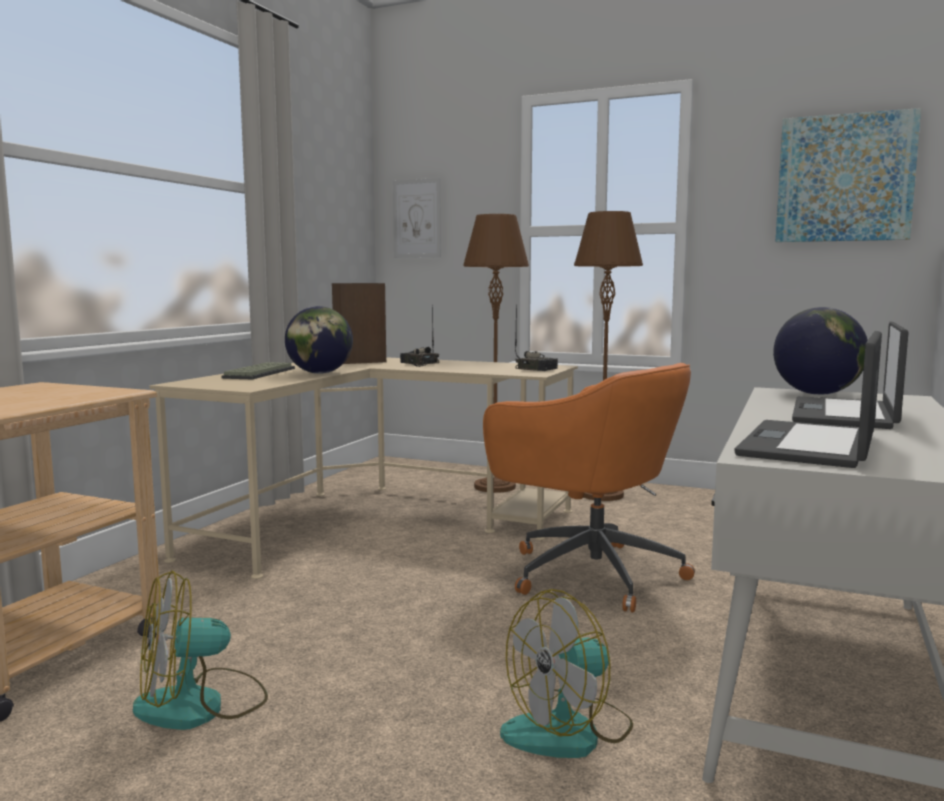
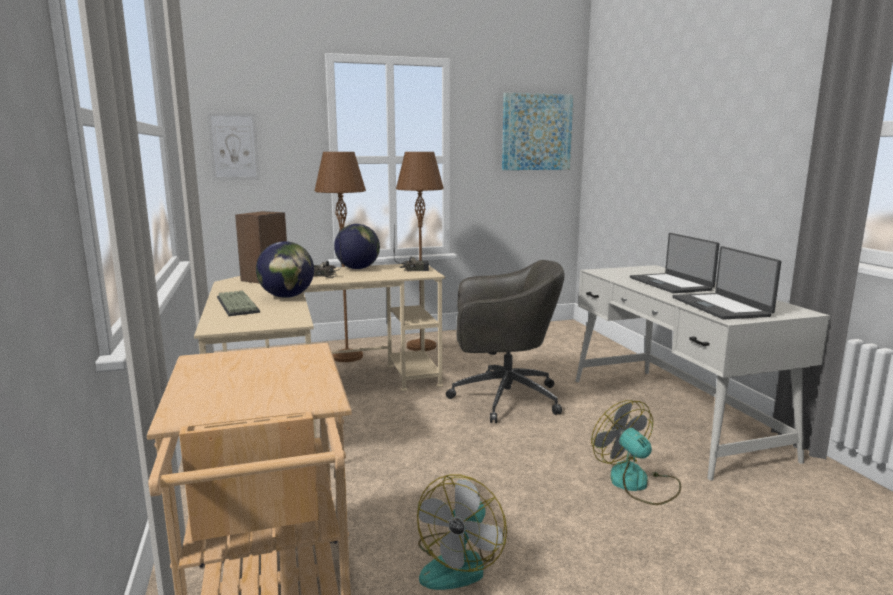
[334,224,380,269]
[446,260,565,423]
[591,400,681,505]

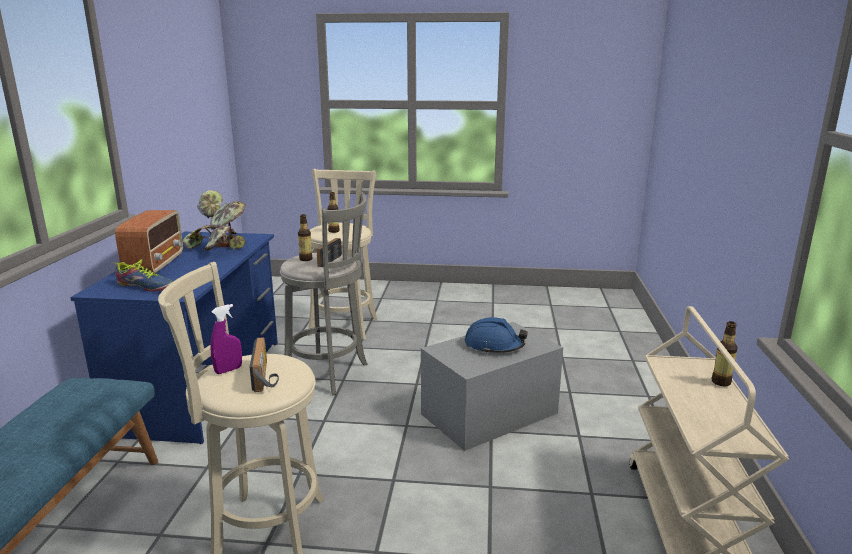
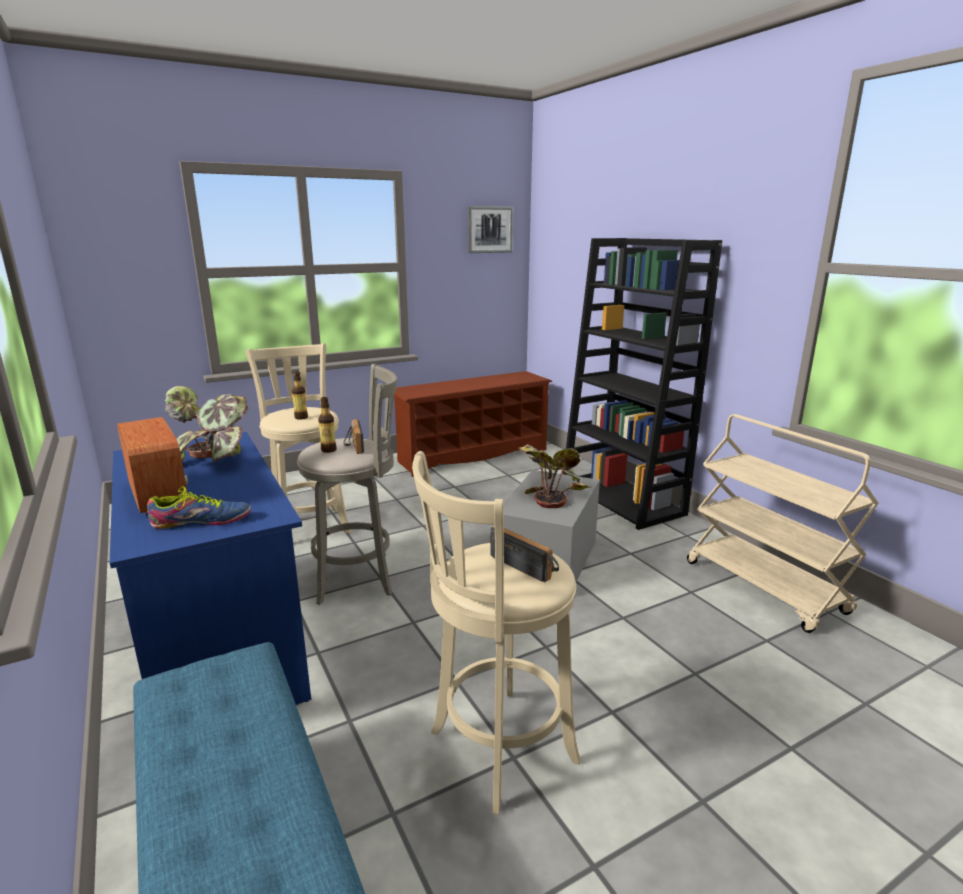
[394,371,552,477]
[467,206,513,253]
[518,444,592,508]
[563,238,722,530]
[210,304,242,374] (first image)
[712,321,738,386] (first image)

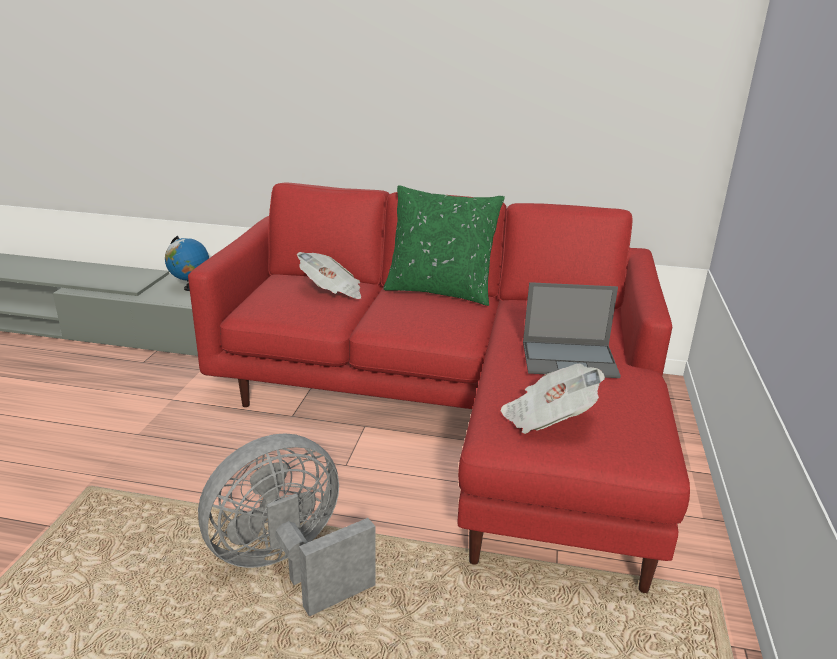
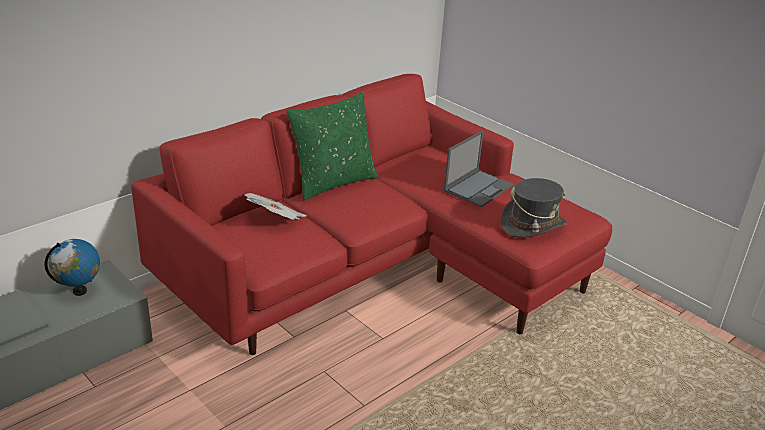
[500,178,567,238]
[198,433,376,616] (first image)

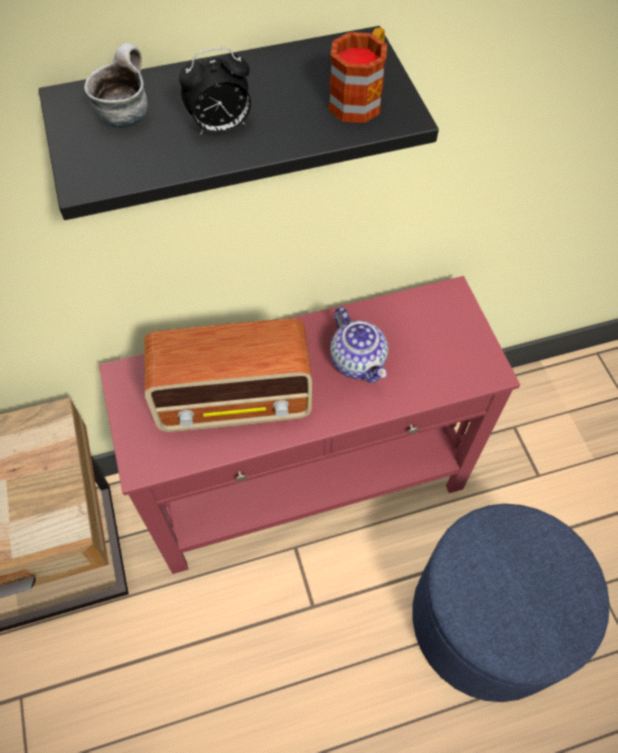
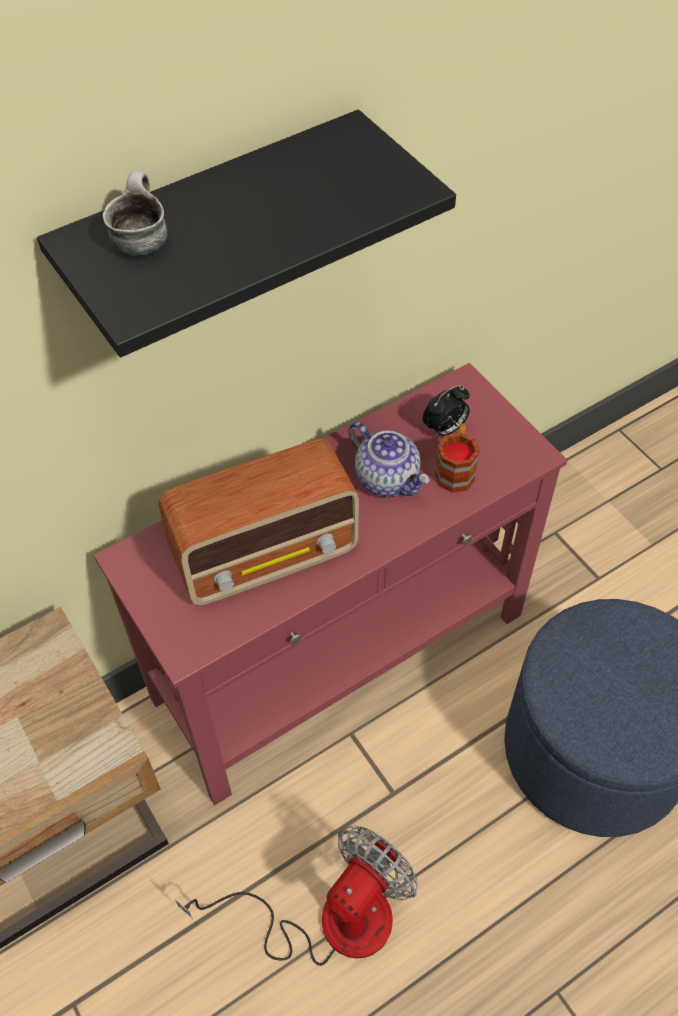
[175,825,417,966]
[423,385,470,438]
[435,424,480,493]

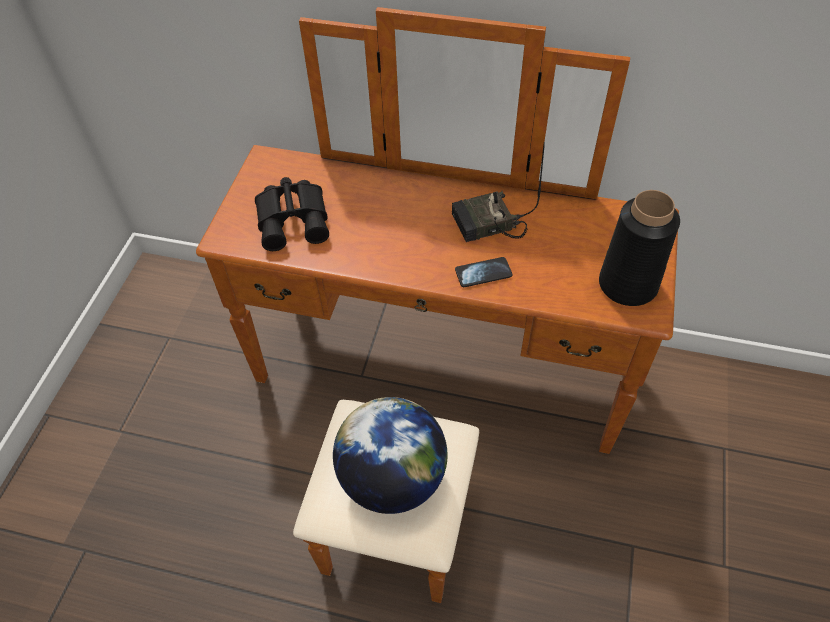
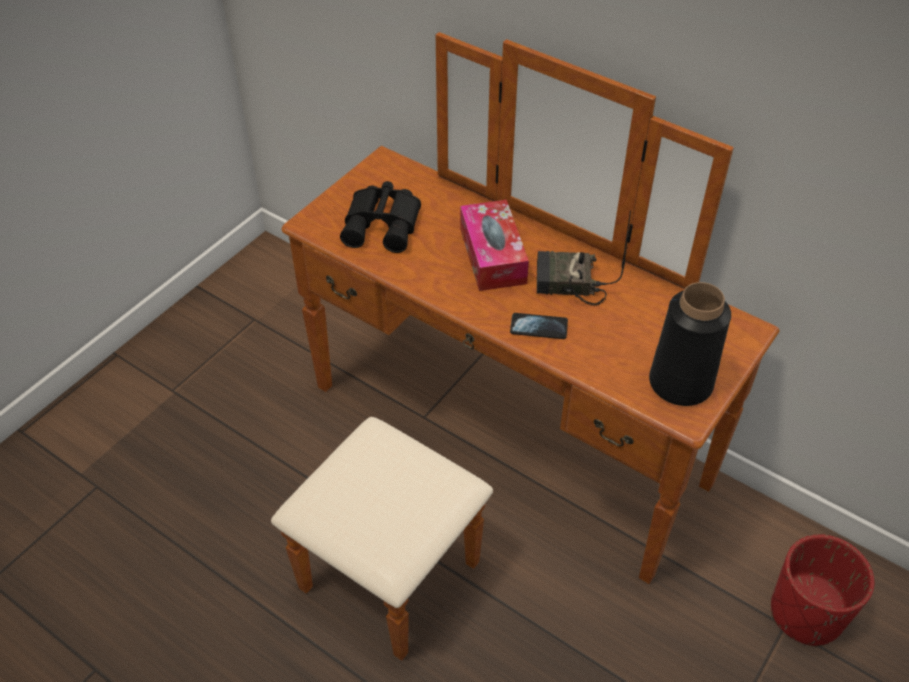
[460,200,529,291]
[771,534,874,646]
[333,397,447,514] (first image)

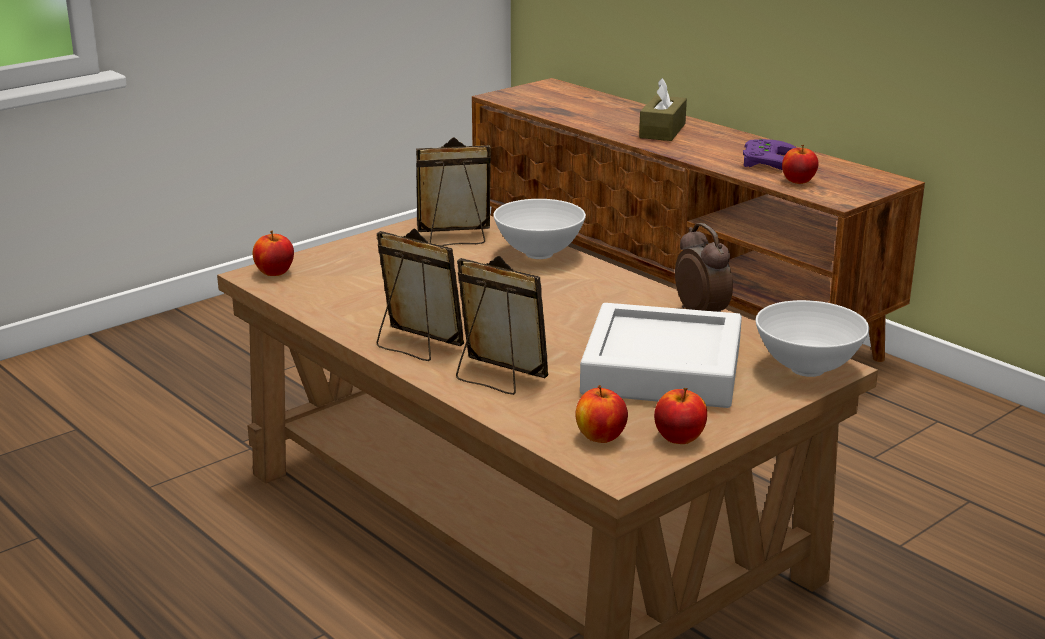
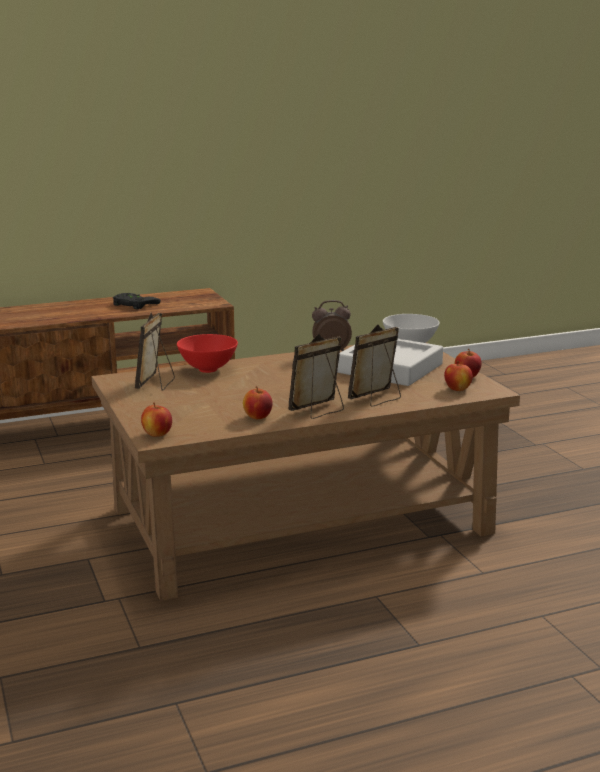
[113,293,161,310]
[177,334,238,373]
[243,386,273,419]
[639,78,687,141] (first image)

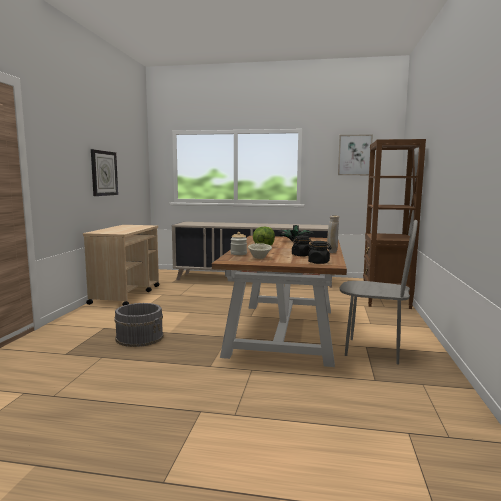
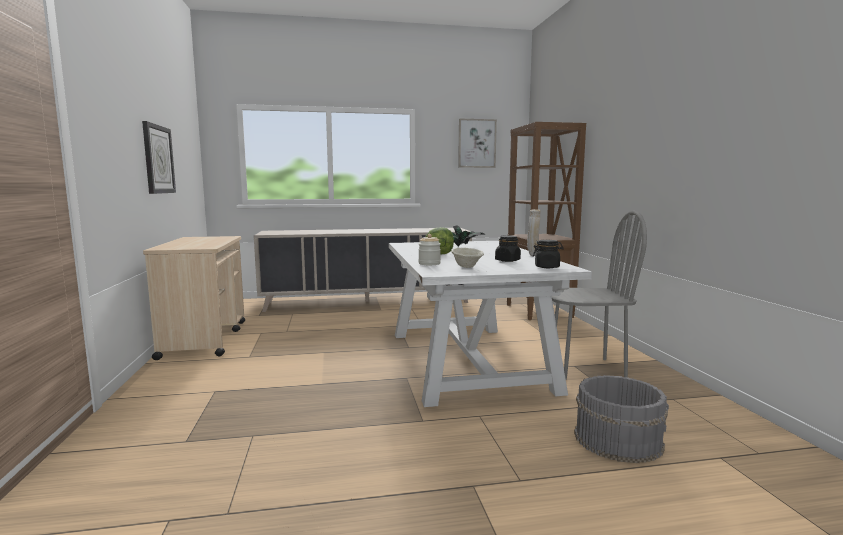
[389,241,592,407]
[574,375,669,463]

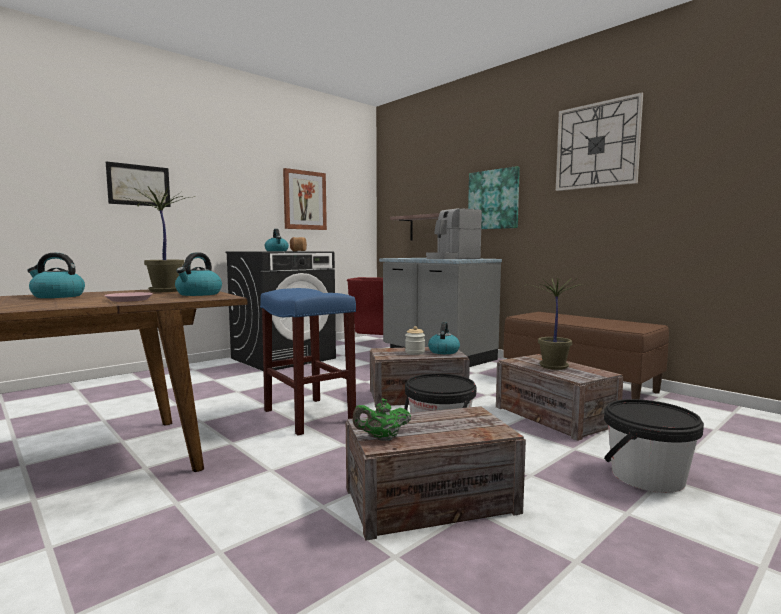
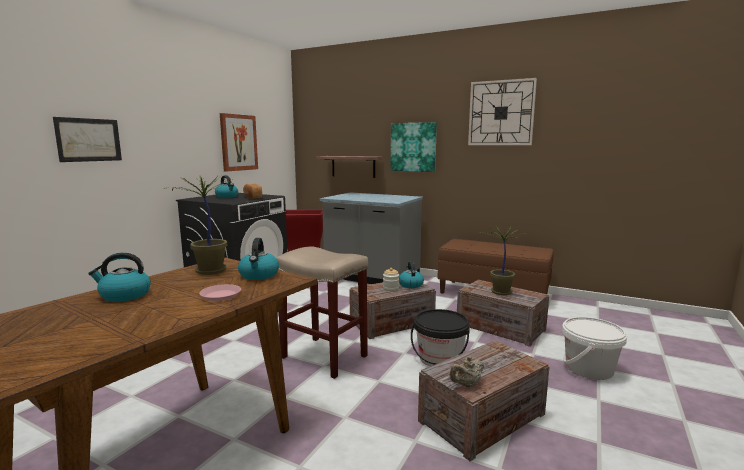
[276,247,368,379]
[449,356,484,387]
[562,317,627,380]
[426,208,482,259] (first image)

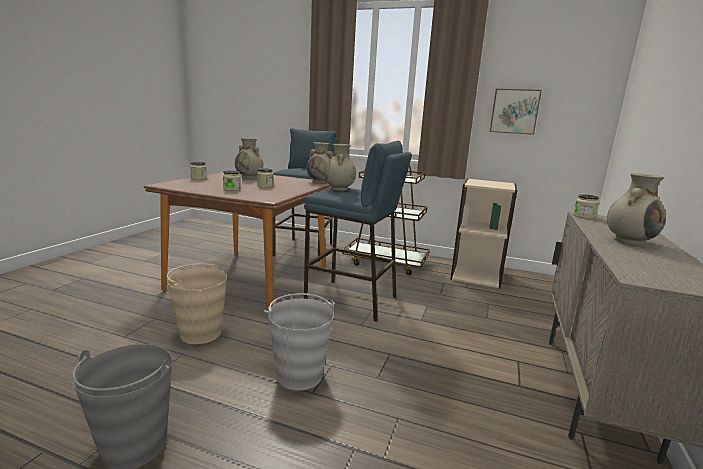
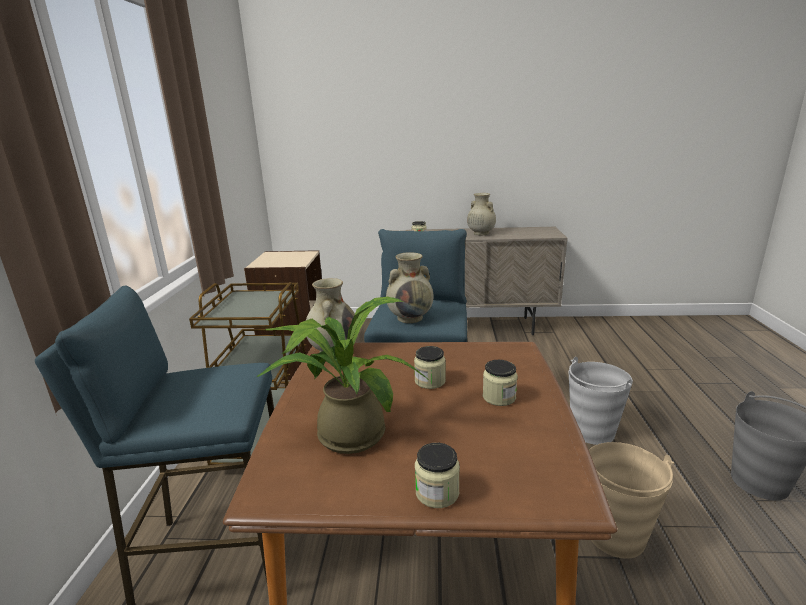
[256,297,430,454]
[490,89,542,135] (first image)

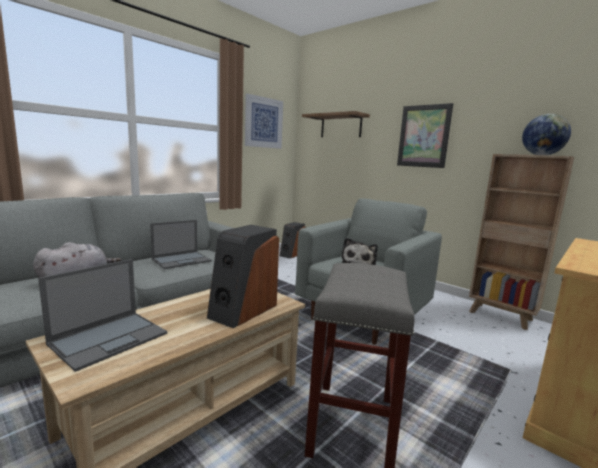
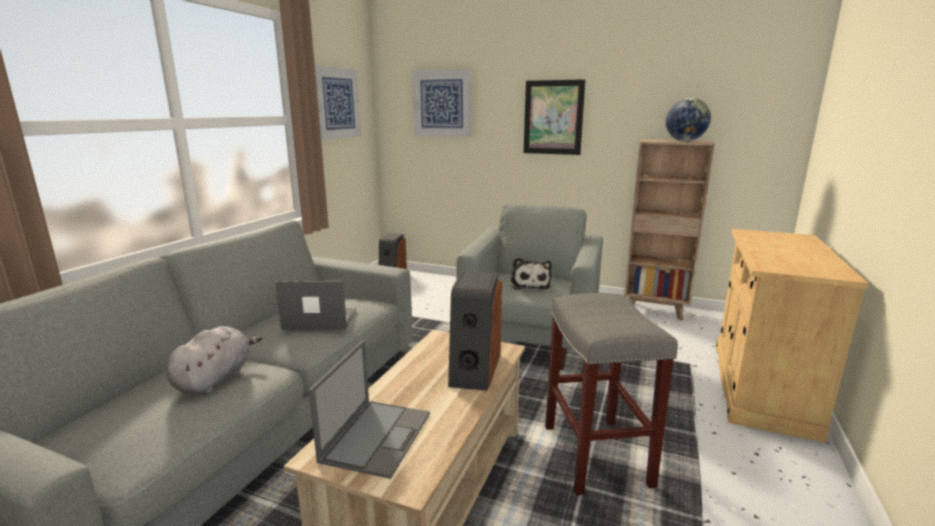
[275,281,356,330]
[412,69,472,137]

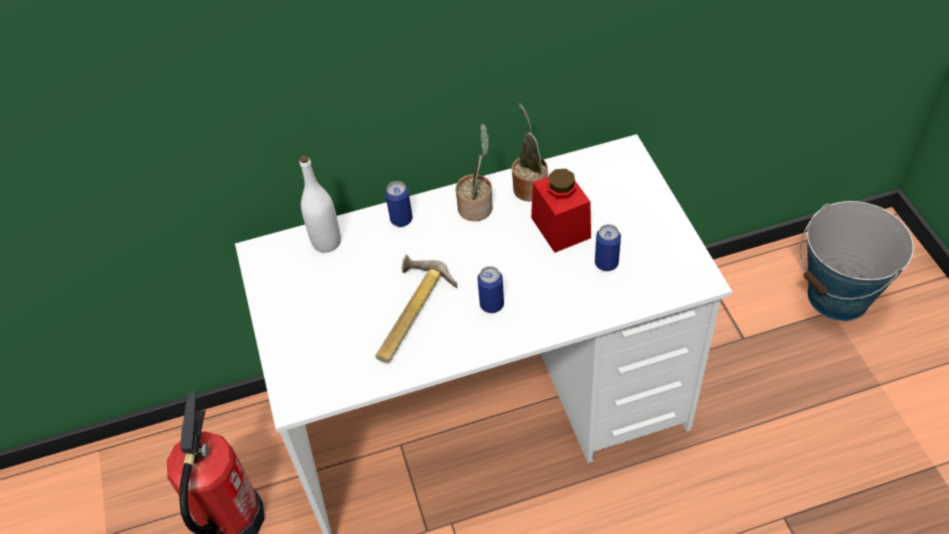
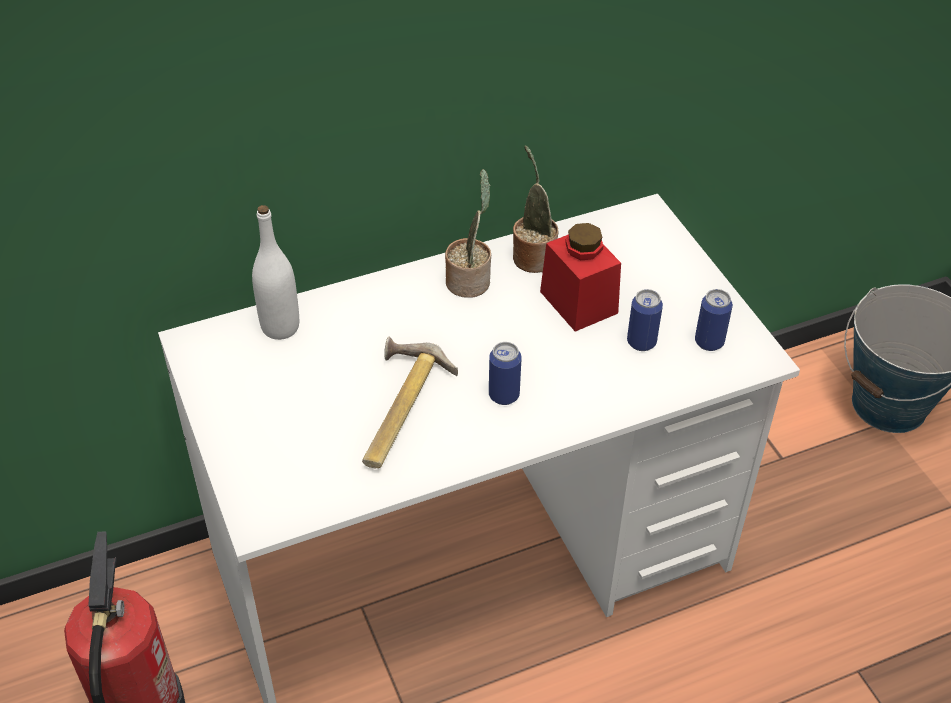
[695,289,733,351]

